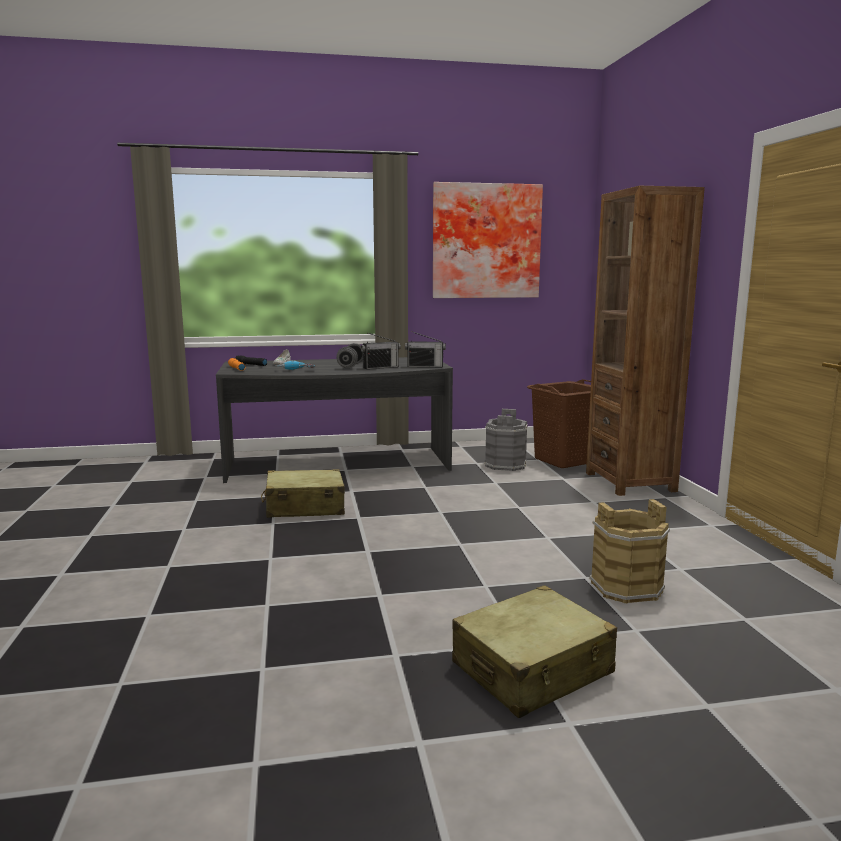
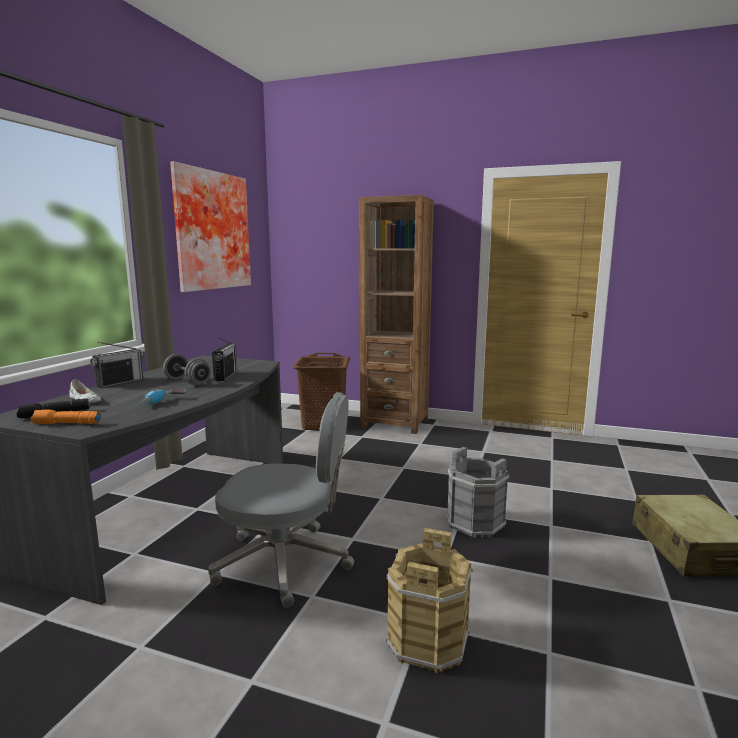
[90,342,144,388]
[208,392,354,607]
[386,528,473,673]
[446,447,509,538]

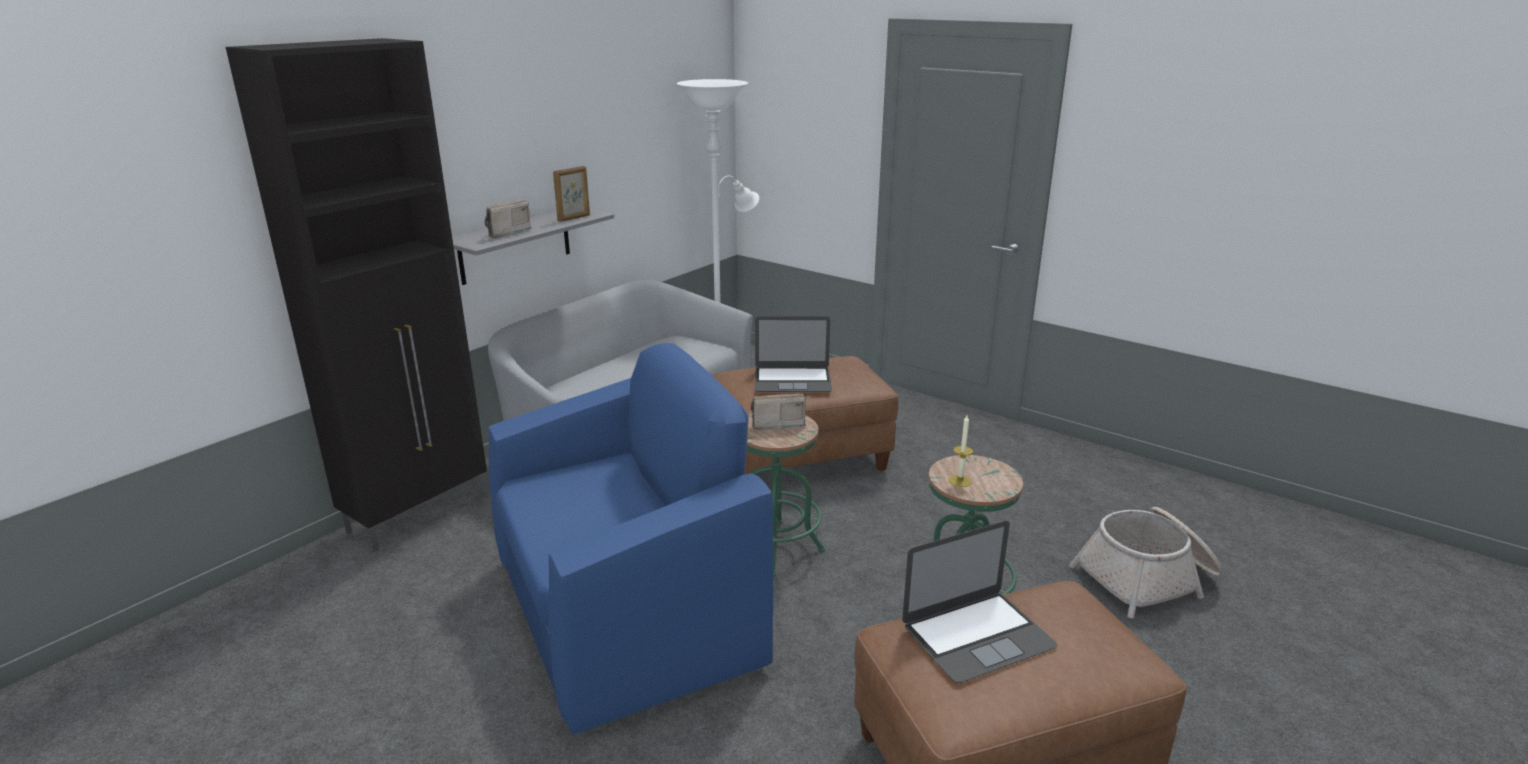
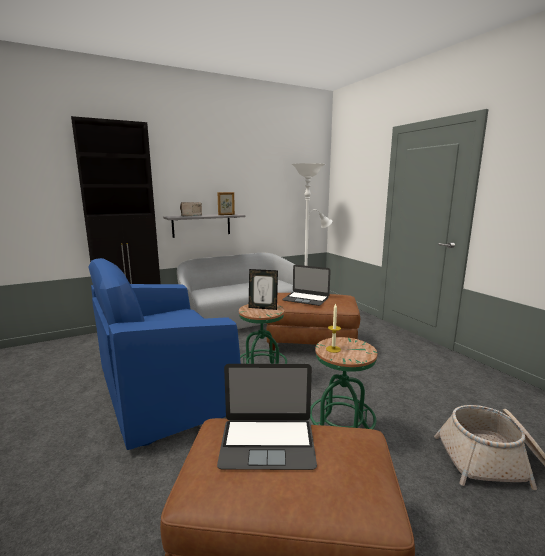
[88,258,241,450]
[249,269,278,310]

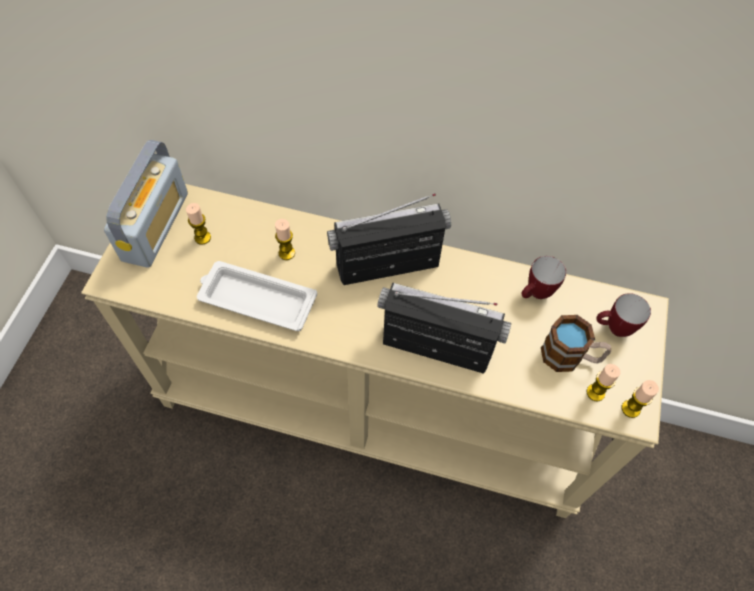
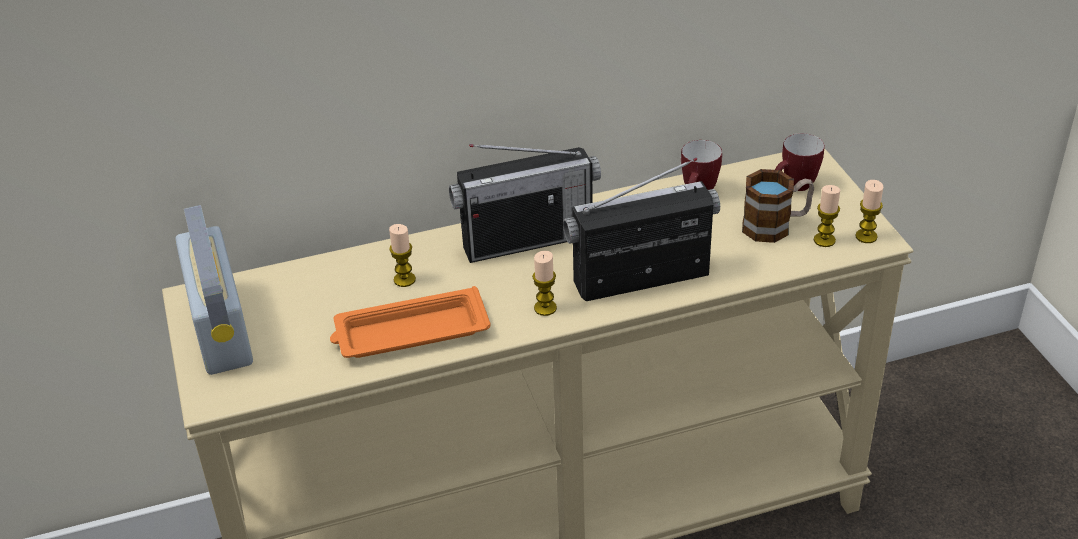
[330,286,491,358]
[449,144,601,263]
[532,251,557,316]

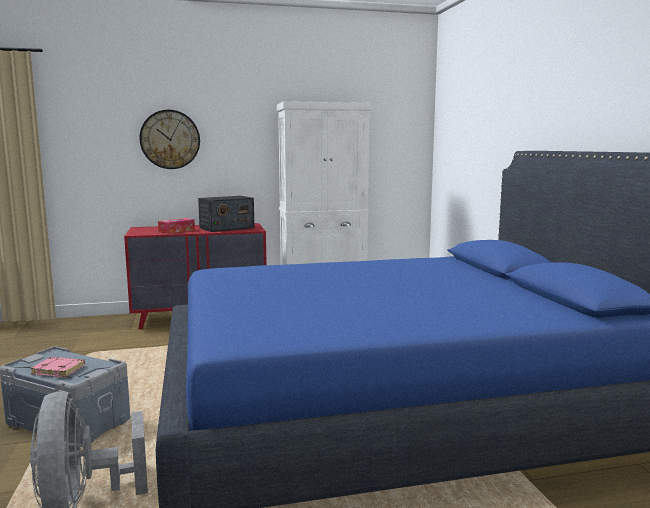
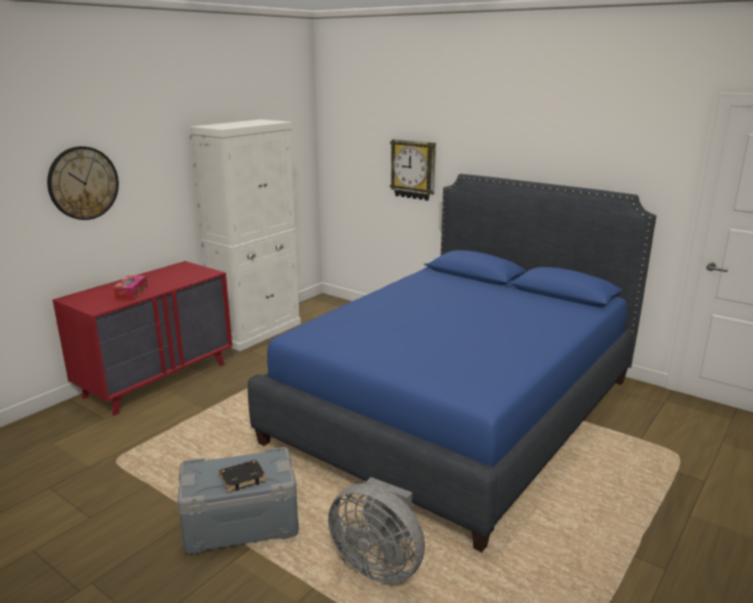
[219,460,267,493]
[390,139,436,201]
[198,196,255,232] (first image)

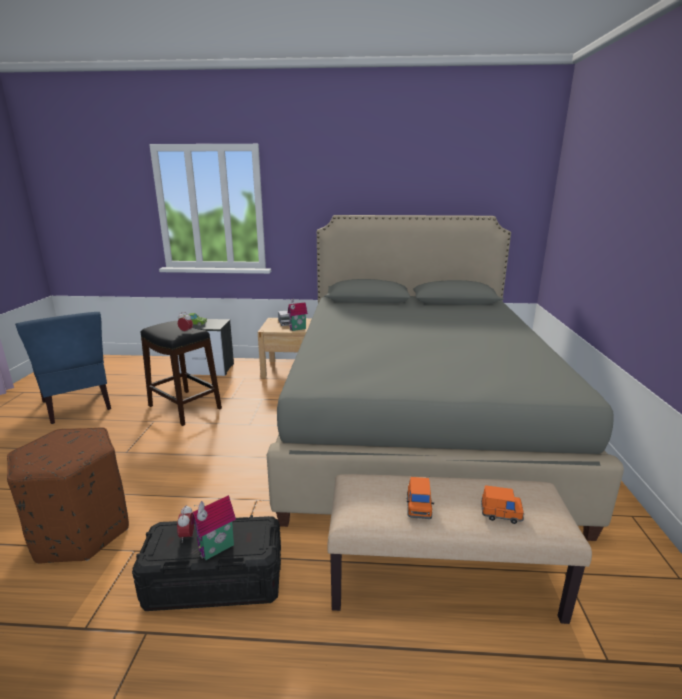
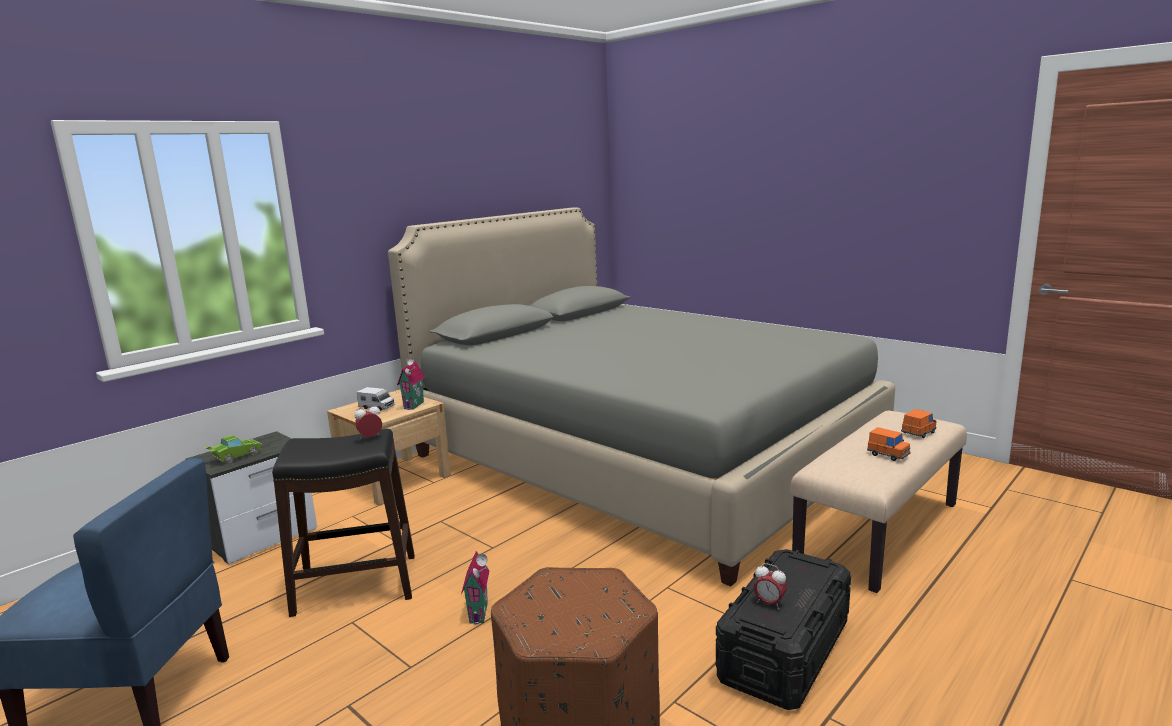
[461,551,489,625]

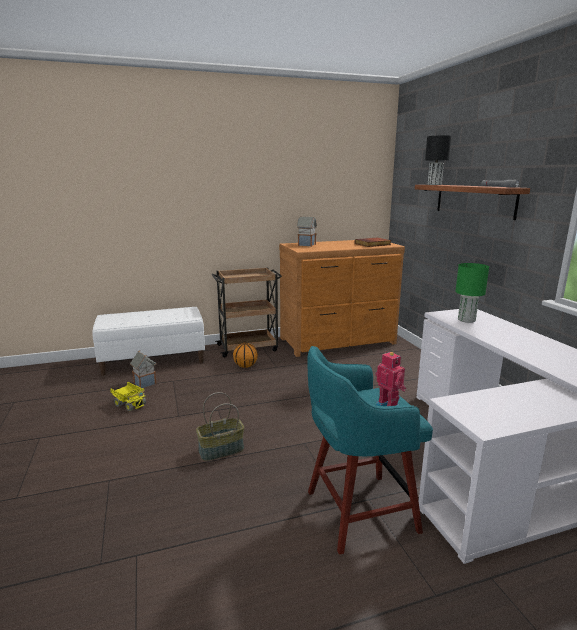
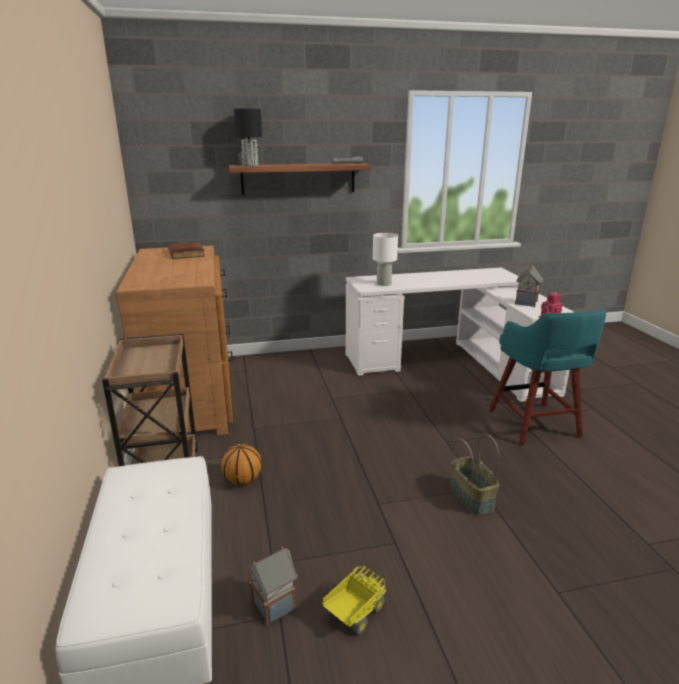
[373,233,398,286]
[515,265,543,307]

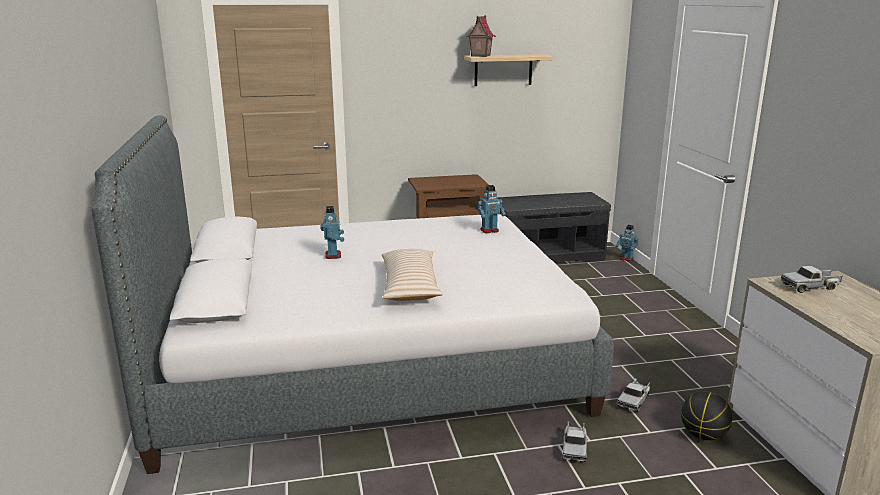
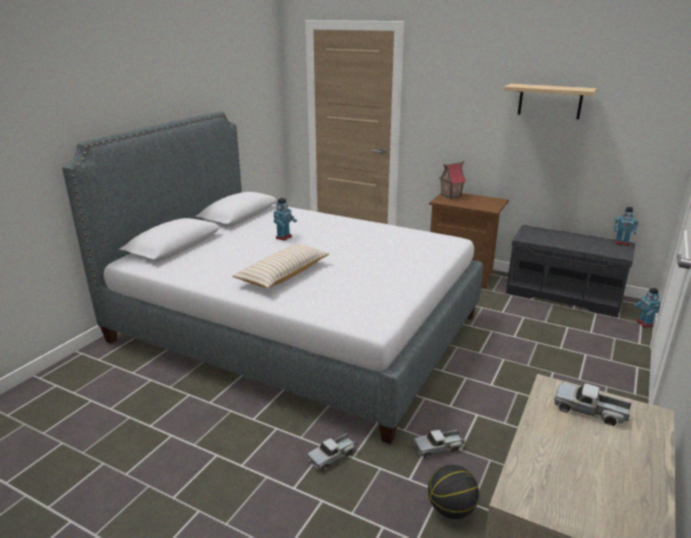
[438,161,467,199]
[614,207,638,246]

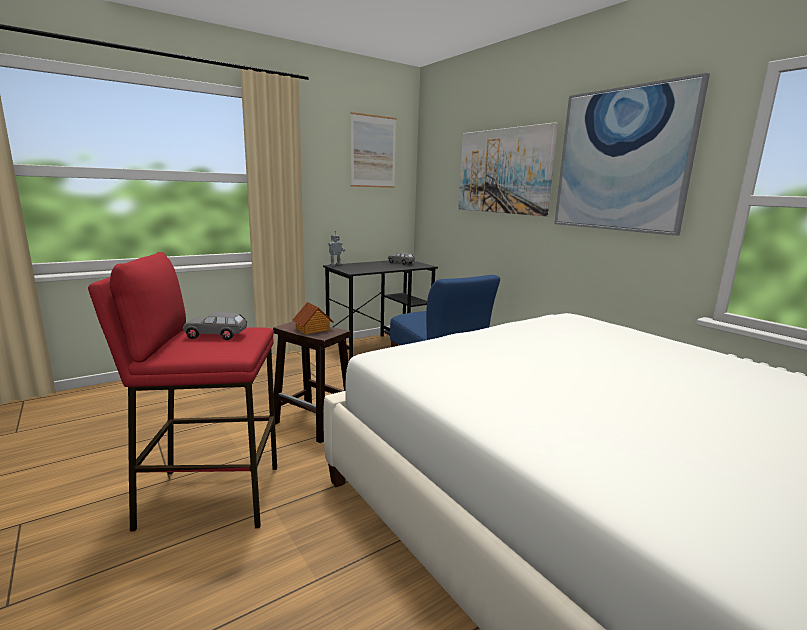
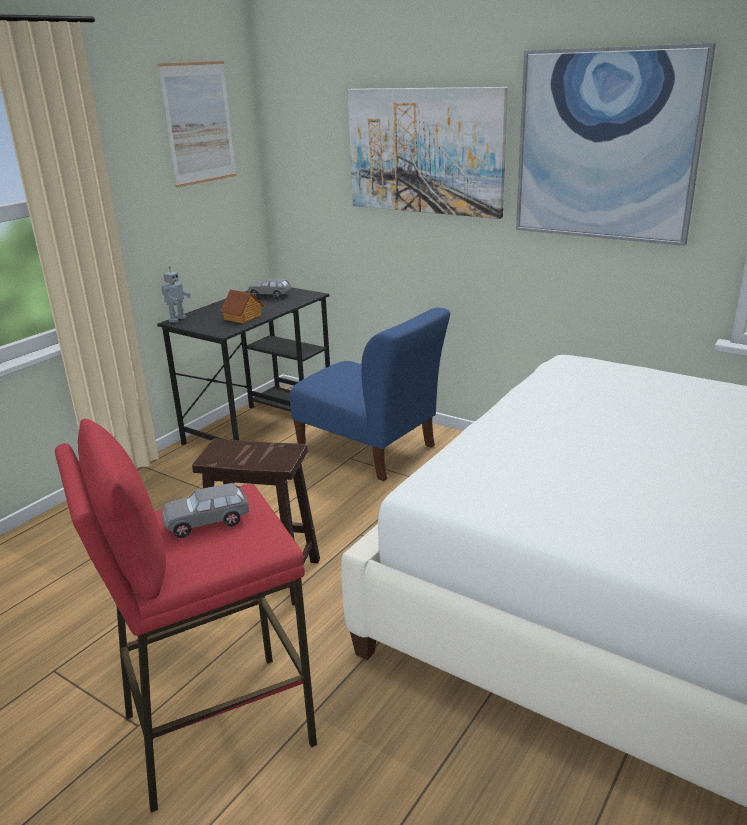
[220,290,264,324]

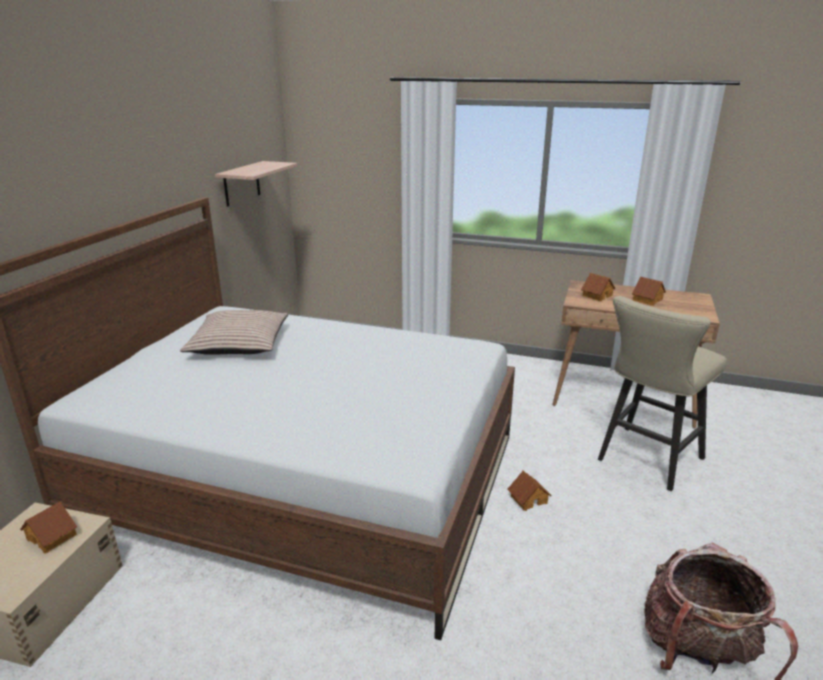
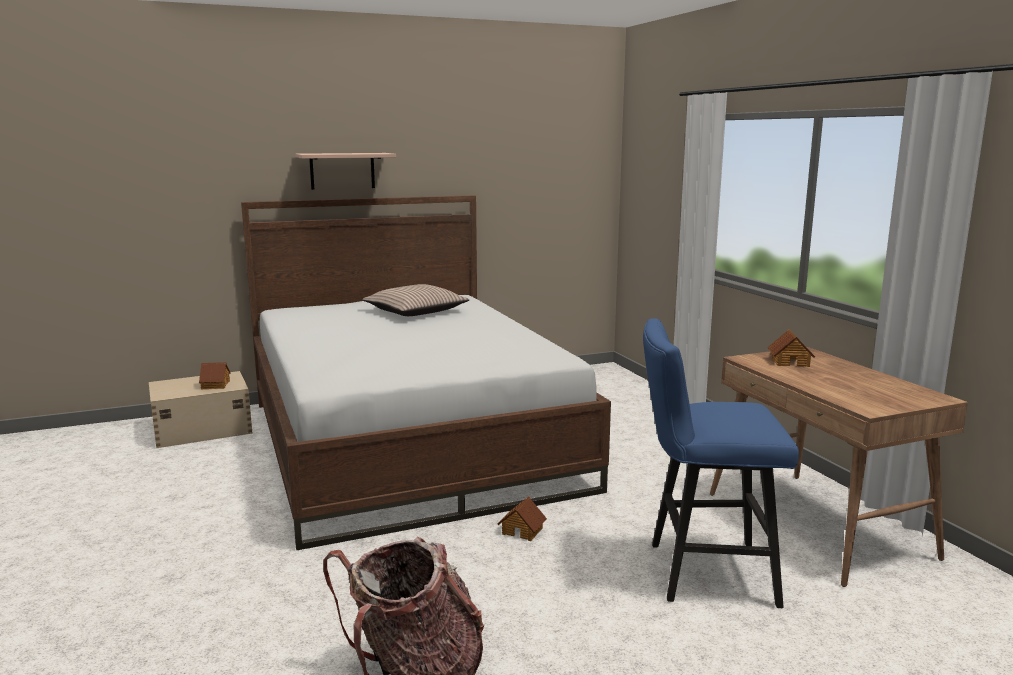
[295,153,396,190]
[643,318,799,608]
[632,277,666,306] (first image)

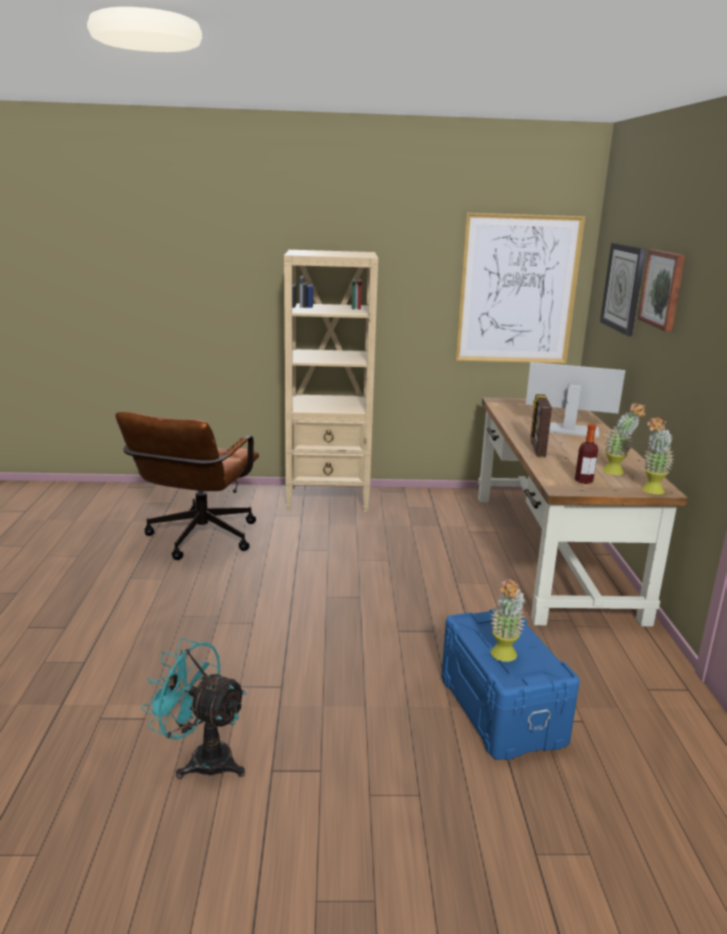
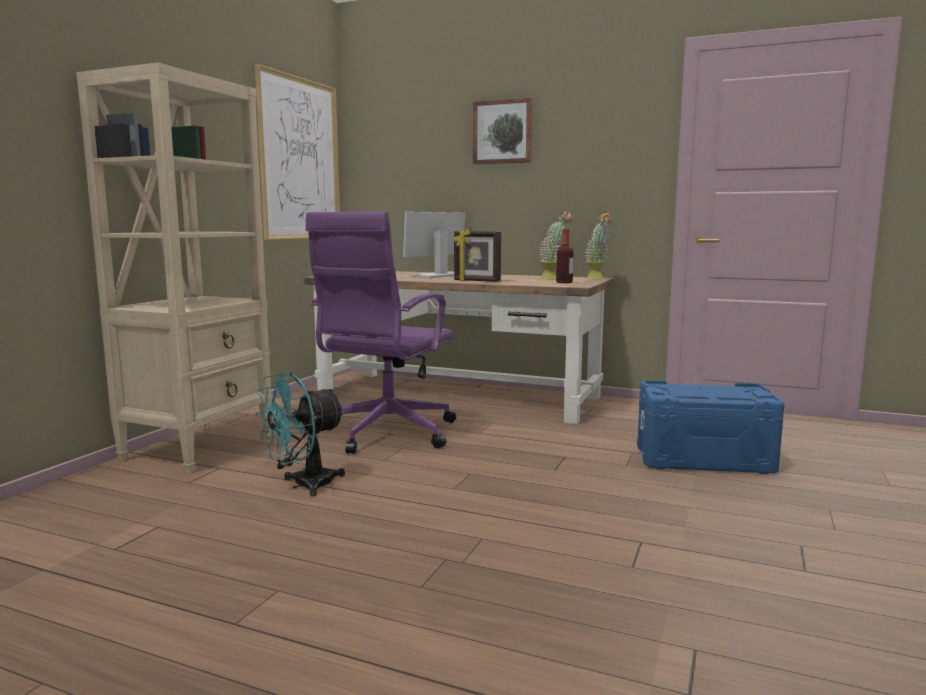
[255,372,345,496]
[305,212,456,454]
[115,412,259,560] (first image)
[490,578,526,662] (first image)
[600,243,646,336] (first image)

